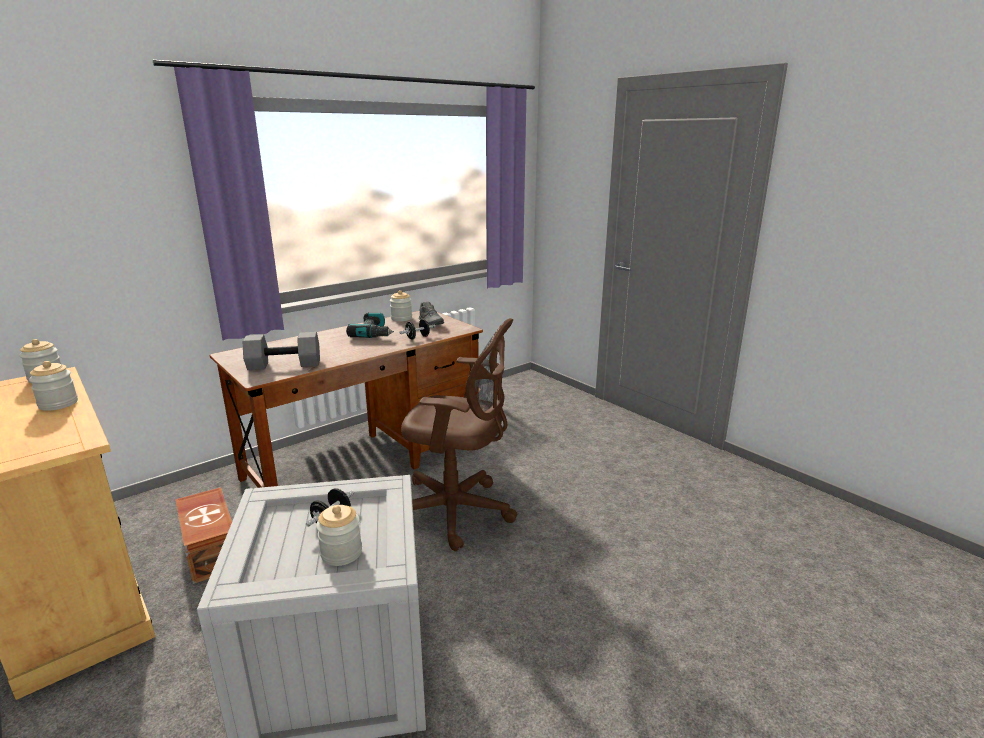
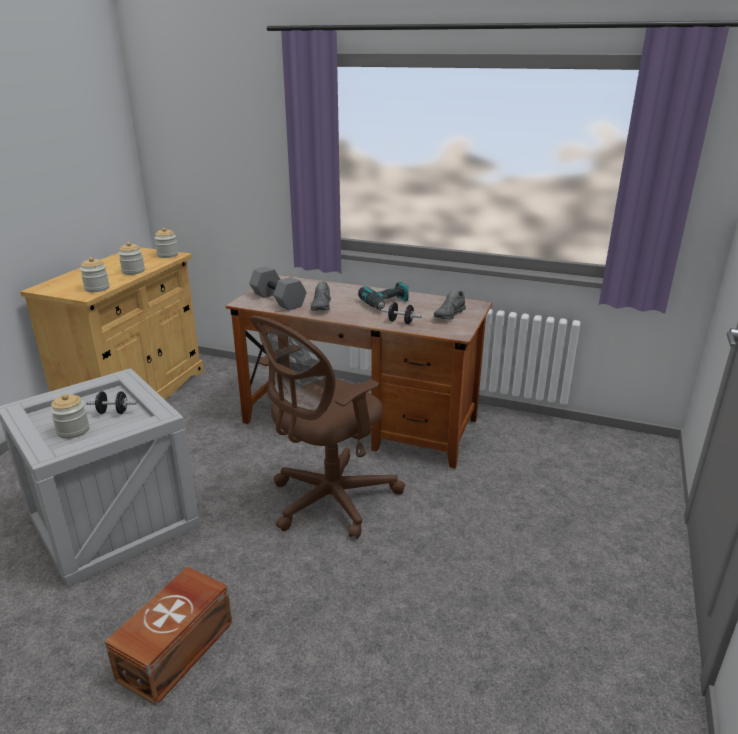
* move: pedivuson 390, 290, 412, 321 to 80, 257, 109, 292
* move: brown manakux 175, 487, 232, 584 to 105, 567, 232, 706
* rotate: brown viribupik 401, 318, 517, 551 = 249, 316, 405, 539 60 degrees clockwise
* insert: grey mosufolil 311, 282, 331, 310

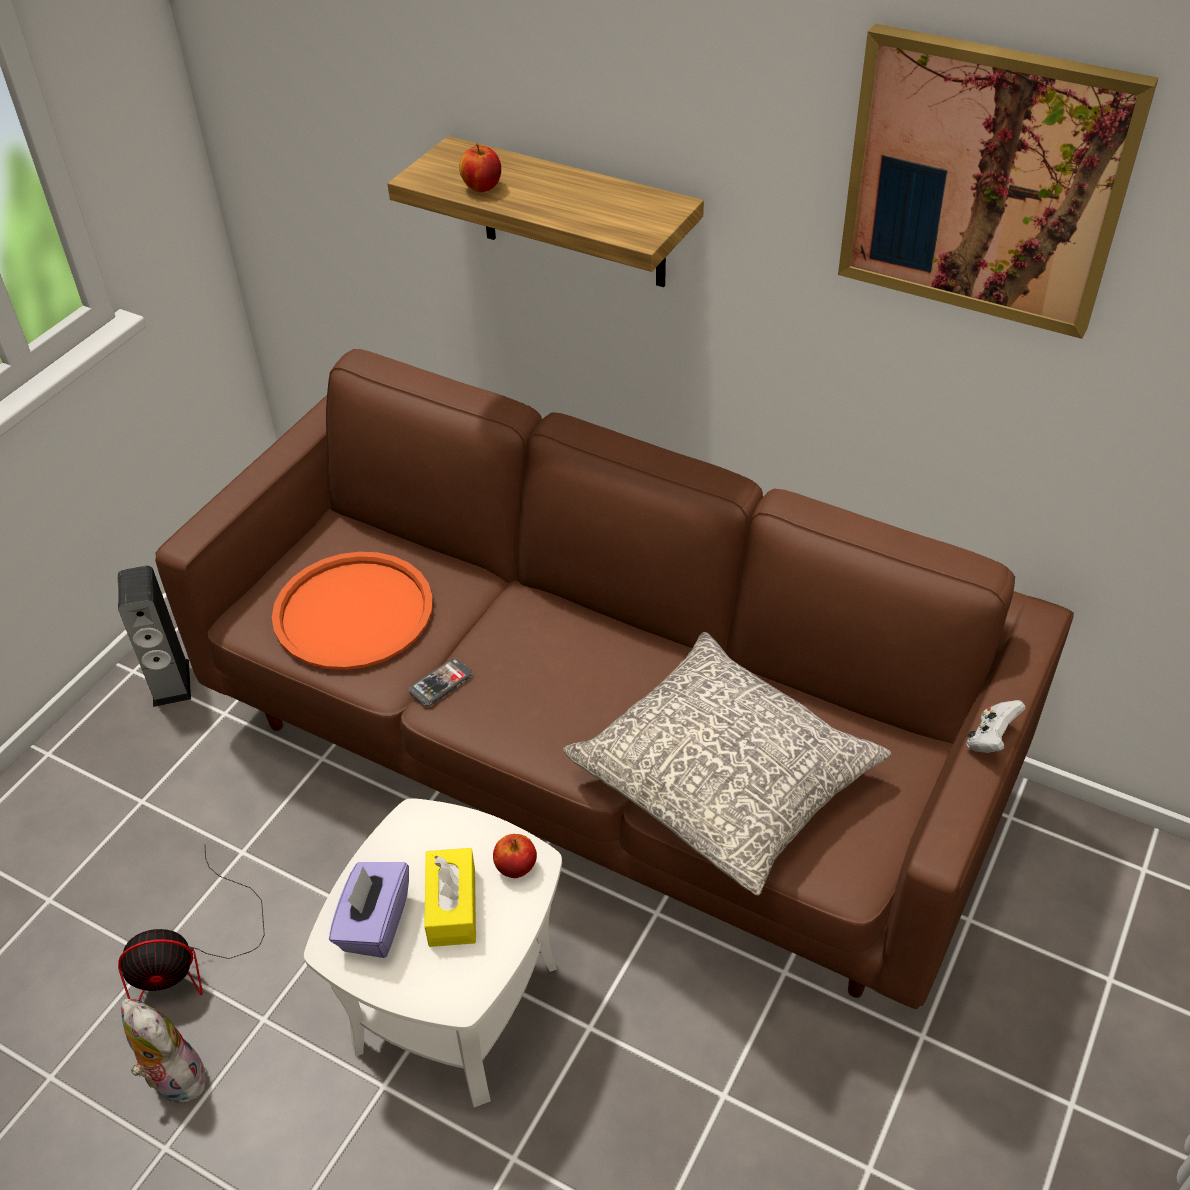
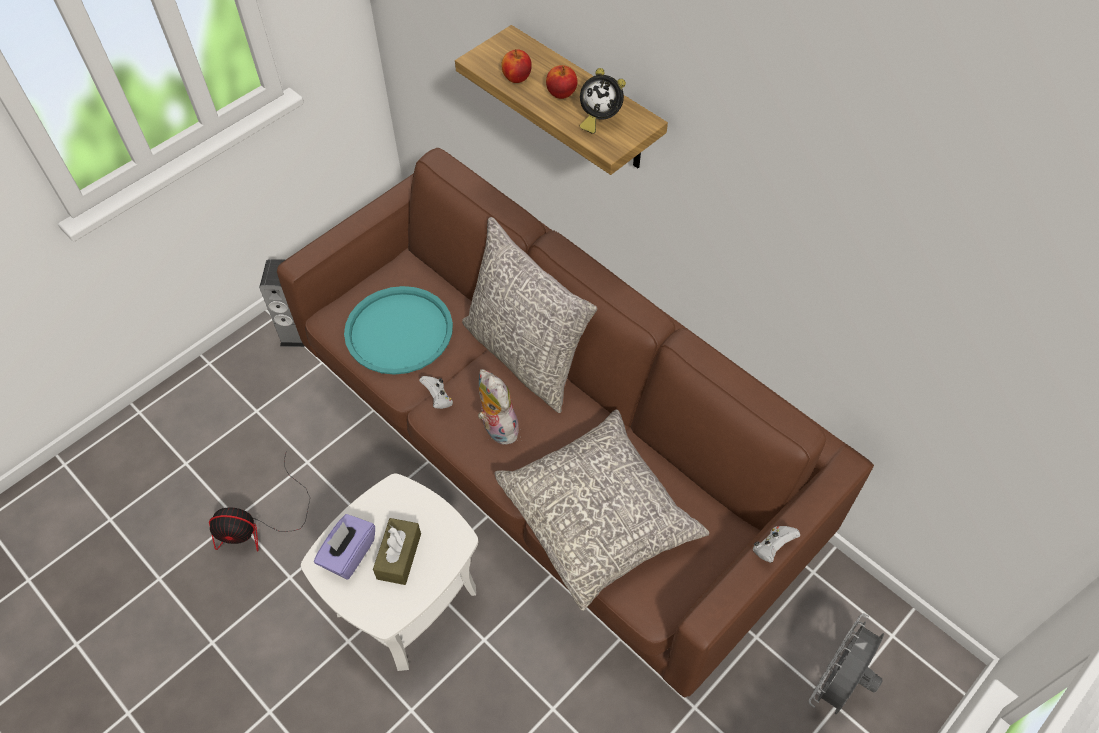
* recolor: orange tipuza 272, 552, 433, 670 to turquoise tipuza 344, 286, 453, 375
* recolor: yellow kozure 424, 848, 476, 947 to brown kozure 373, 518, 421, 585
* replace: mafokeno 409, 658, 472, 706 to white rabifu 419, 376, 453, 409
* insert: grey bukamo 462, 217, 597, 413
* move: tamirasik 121, 999, 206, 1104 to 478, 369, 519, 445
* move: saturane 493, 834, 537, 878 to 546, 65, 578, 99
* insert: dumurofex 579, 68, 626, 134
* insert: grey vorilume 809, 614, 884, 715
* delete: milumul 838, 24, 1159, 339

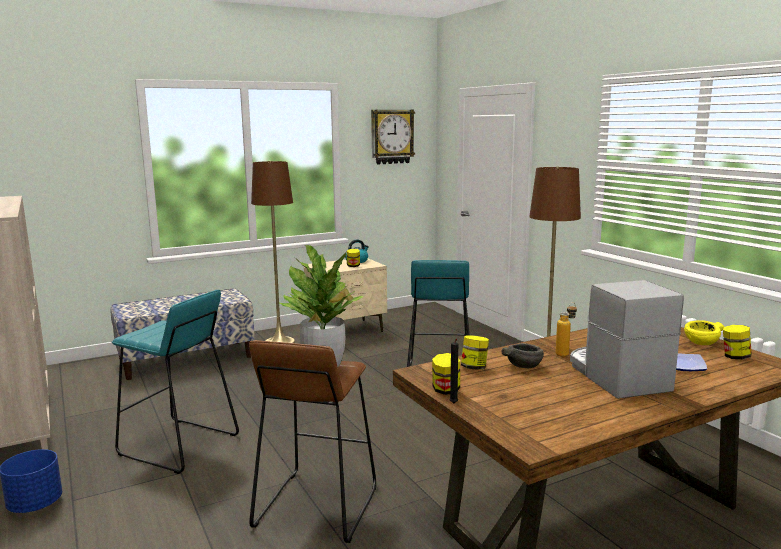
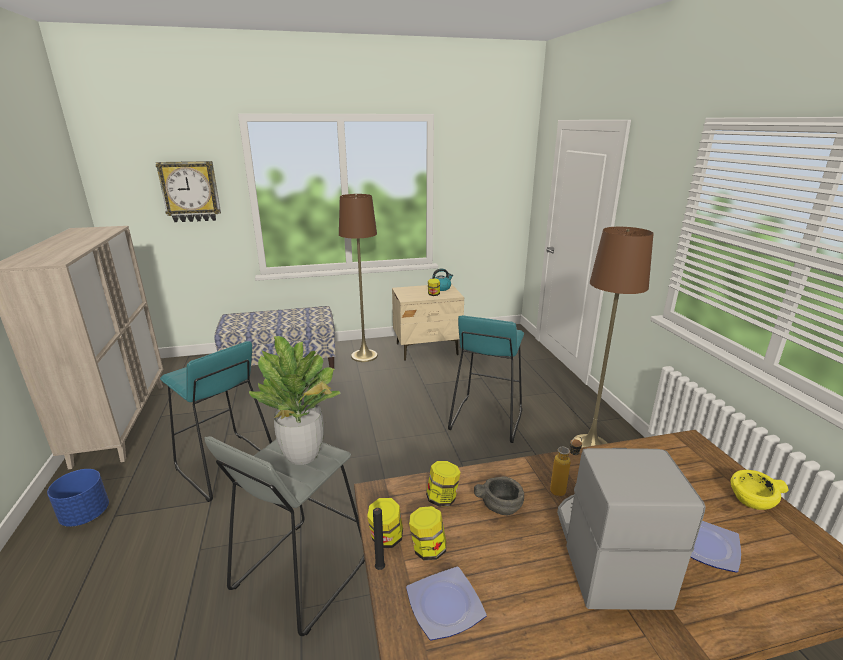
* move: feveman 371, 110, 415, 164 to 156, 161, 221, 222
* recolor: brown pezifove 249, 340, 376, 543 to grey pezifove 204, 436, 365, 636
* insert: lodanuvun 406, 567, 487, 640
* move: pedivuson 723, 325, 752, 359 to 409, 506, 446, 560

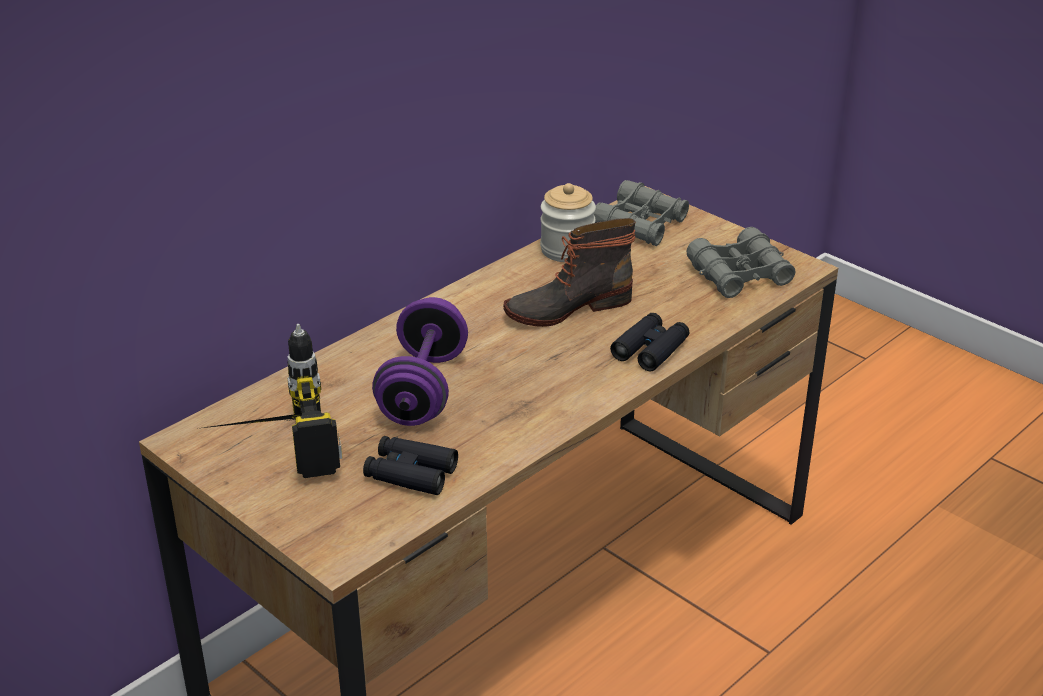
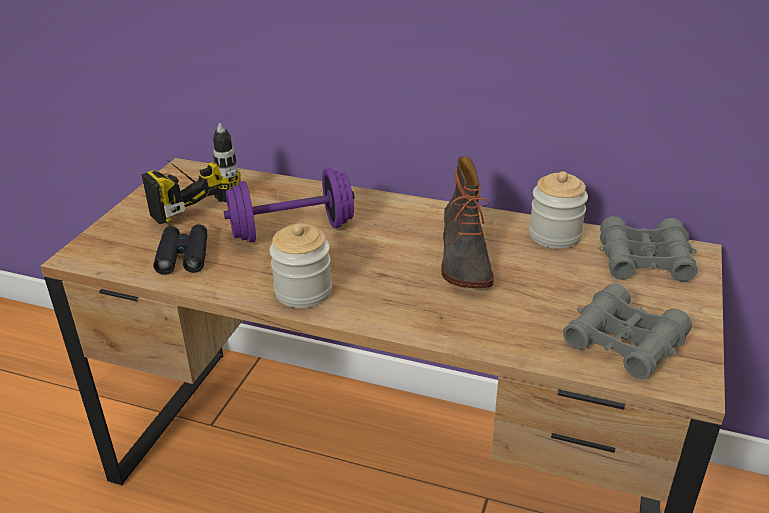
* insert: pedivuson 269, 224, 332, 308
* rotate: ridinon 503, 218, 636, 327 = 441, 156, 494, 288 135 degrees counterclockwise
* delete: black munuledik 610, 313, 689, 372

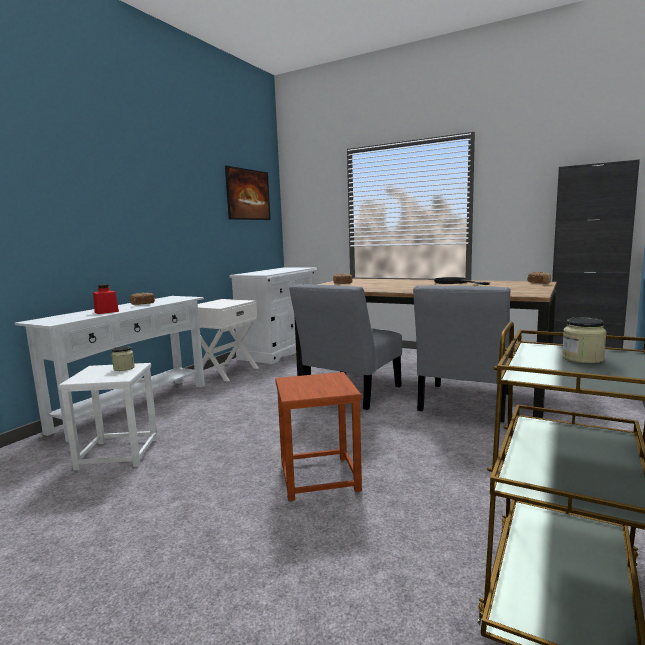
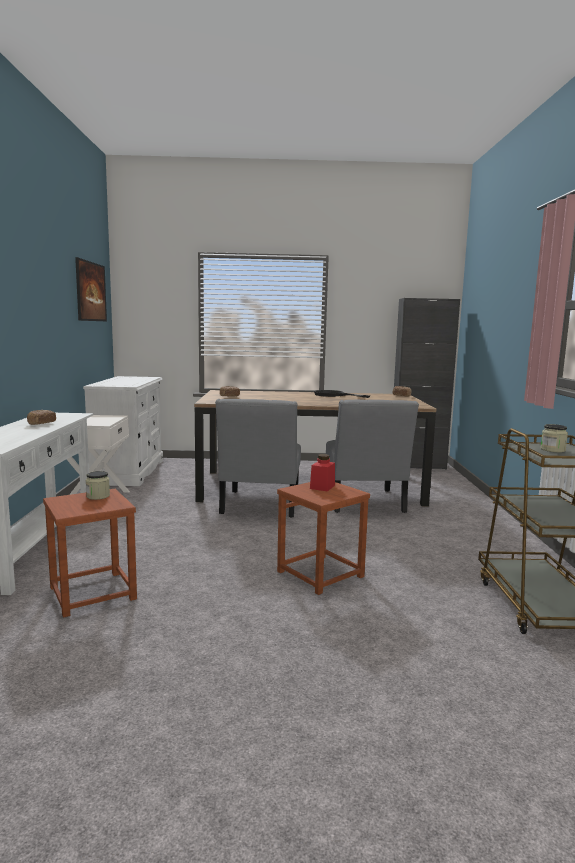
* recolor: white pezifove 59, 363, 158, 470 to brown pezifove 43, 489, 137, 618
* move: red pedivuson 93, 284, 119, 314 to 310, 454, 335, 491

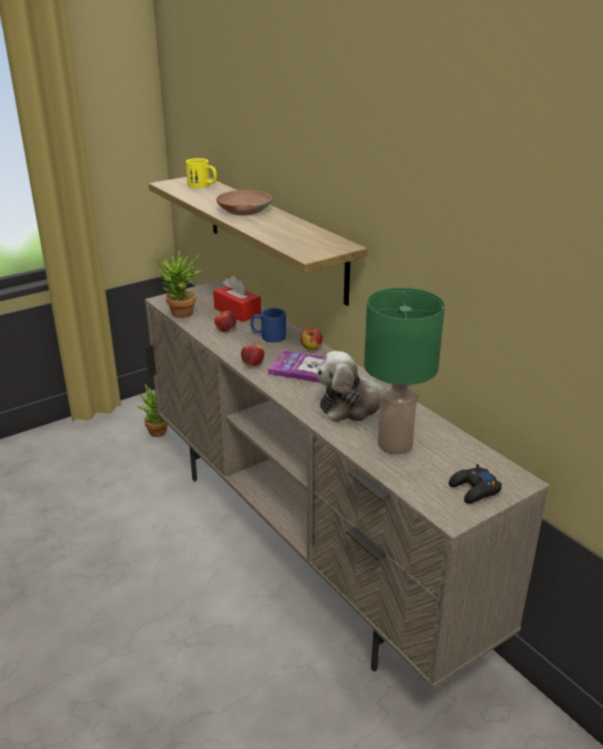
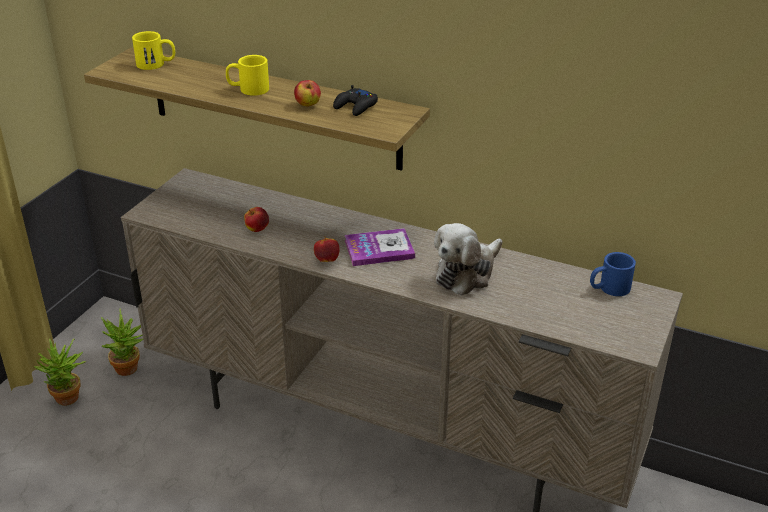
* move: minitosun 157, 250, 202, 318 to 34, 338, 86, 406
* replace: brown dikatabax 216, 190, 272, 215 to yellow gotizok 226, 55, 269, 96
* move: saturane 300, 328, 323, 350 to 294, 80, 321, 107
* move: black rabifu 449, 464, 502, 503 to 333, 85, 378, 116
* move: blue gotizok 250, 308, 286, 342 to 590, 252, 636, 296
* delete: red kozure 213, 276, 261, 322
* delete: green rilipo 364, 287, 445, 454

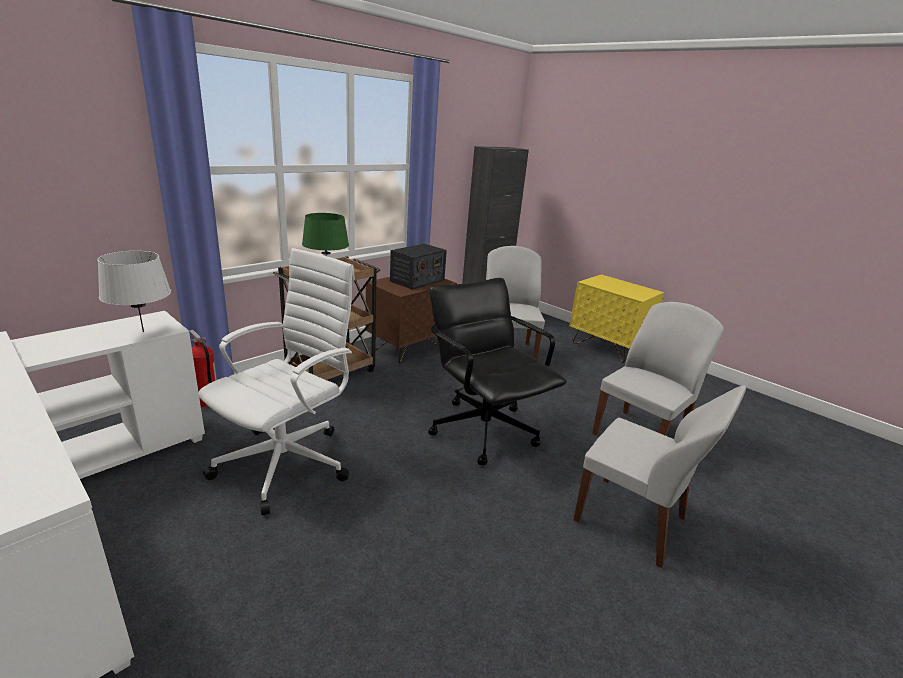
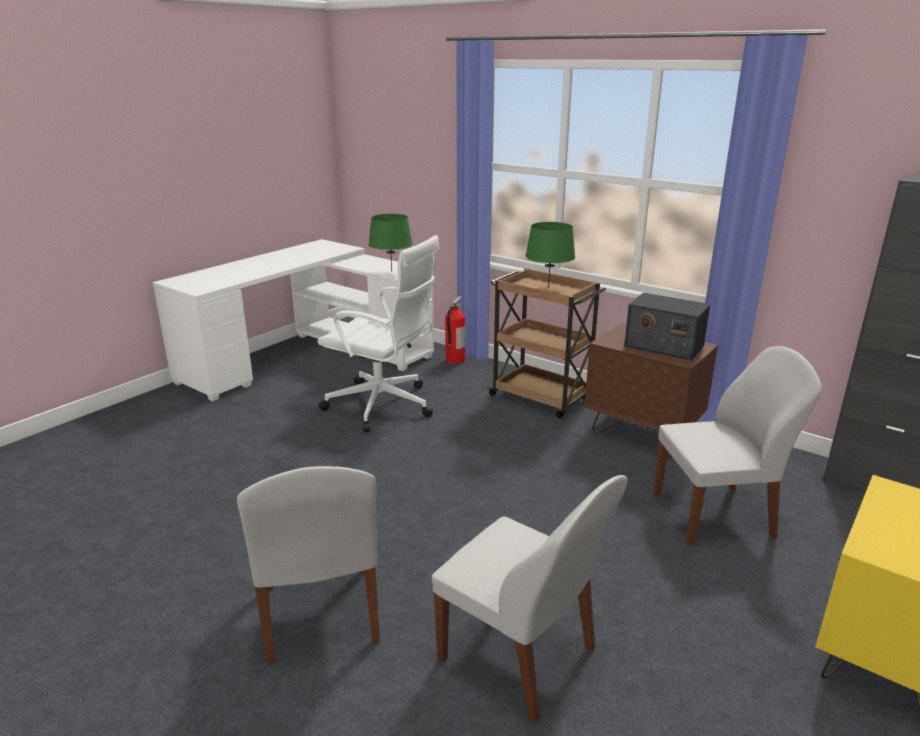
* rotate: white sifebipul 573, 385, 746, 568 = 237, 466, 380, 665 45 degrees counterclockwise
* recolor: white rilipo 97, 251, 171, 332 to green rilipo 369, 214, 413, 272
* delete: black viribupik 428, 278, 567, 465

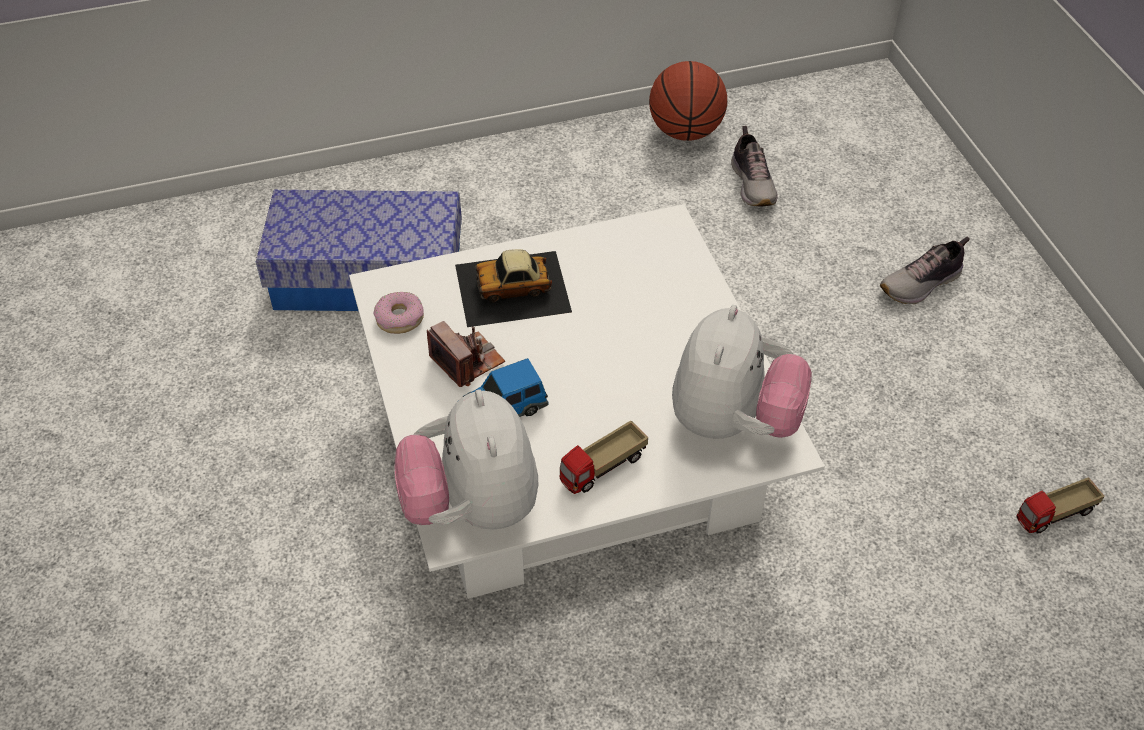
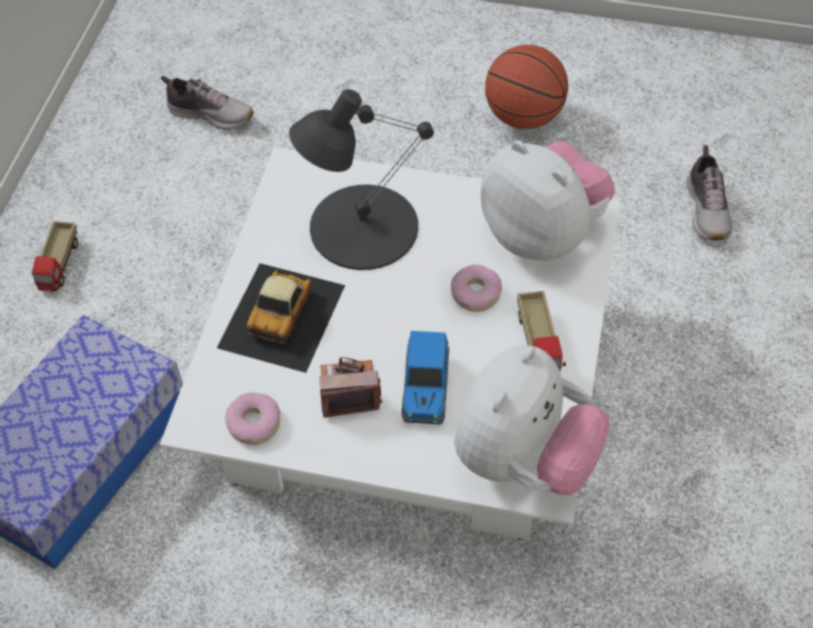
* move: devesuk 1016, 477, 1104, 534 to 32, 221, 78, 292
* insert: black rilipo 289, 89, 434, 270
* insert: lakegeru 451, 265, 502, 312
* rotate: tamirasik 394, 389, 538, 530 = 454, 345, 610, 495 75 degrees counterclockwise
* move: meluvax 649, 61, 727, 141 to 485, 45, 568, 129
* move: mosufolil 880, 237, 970, 304 to 686, 145, 732, 240

